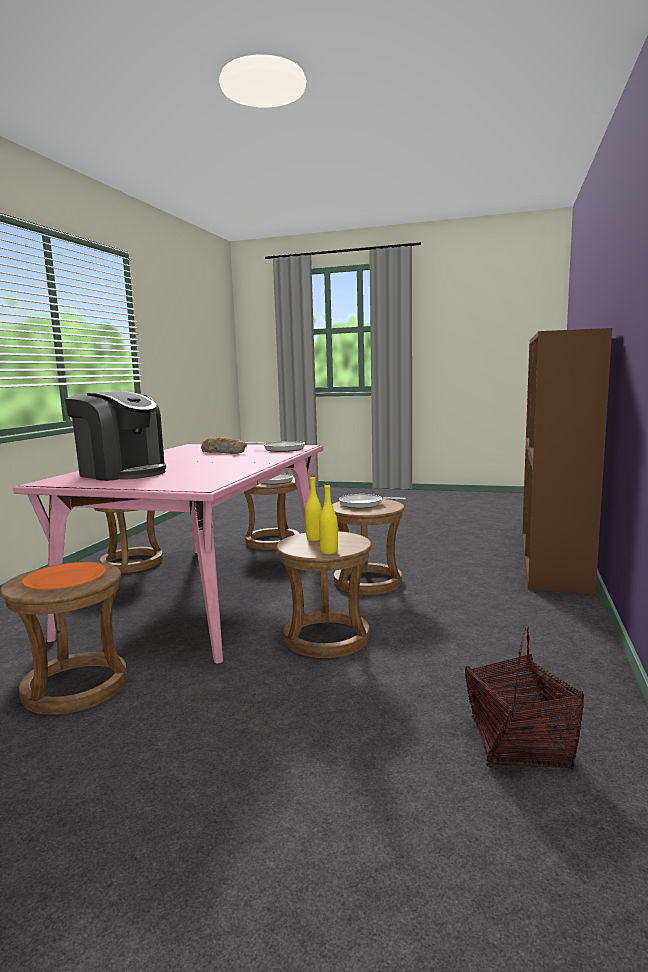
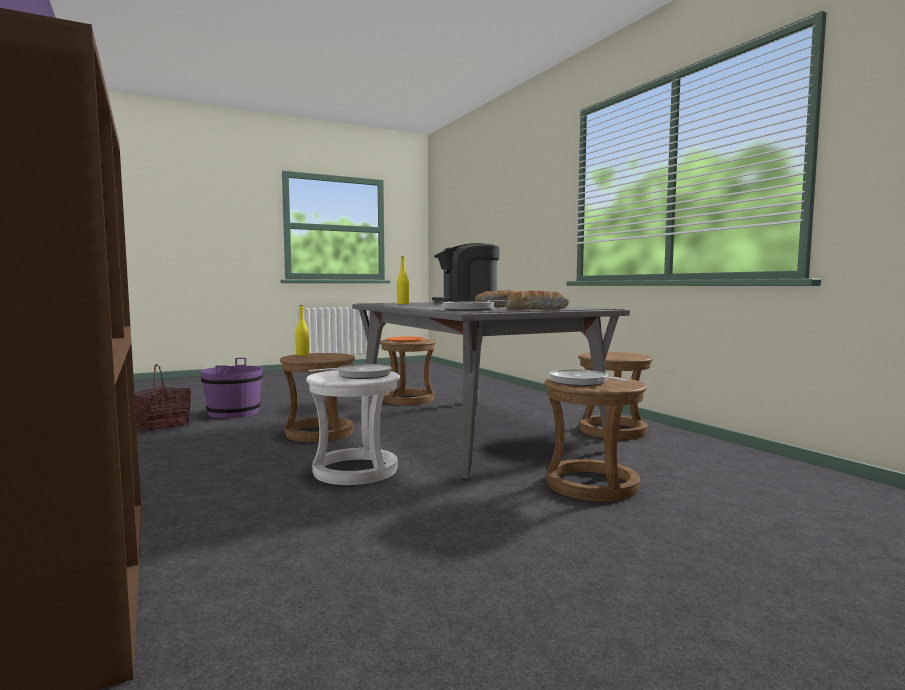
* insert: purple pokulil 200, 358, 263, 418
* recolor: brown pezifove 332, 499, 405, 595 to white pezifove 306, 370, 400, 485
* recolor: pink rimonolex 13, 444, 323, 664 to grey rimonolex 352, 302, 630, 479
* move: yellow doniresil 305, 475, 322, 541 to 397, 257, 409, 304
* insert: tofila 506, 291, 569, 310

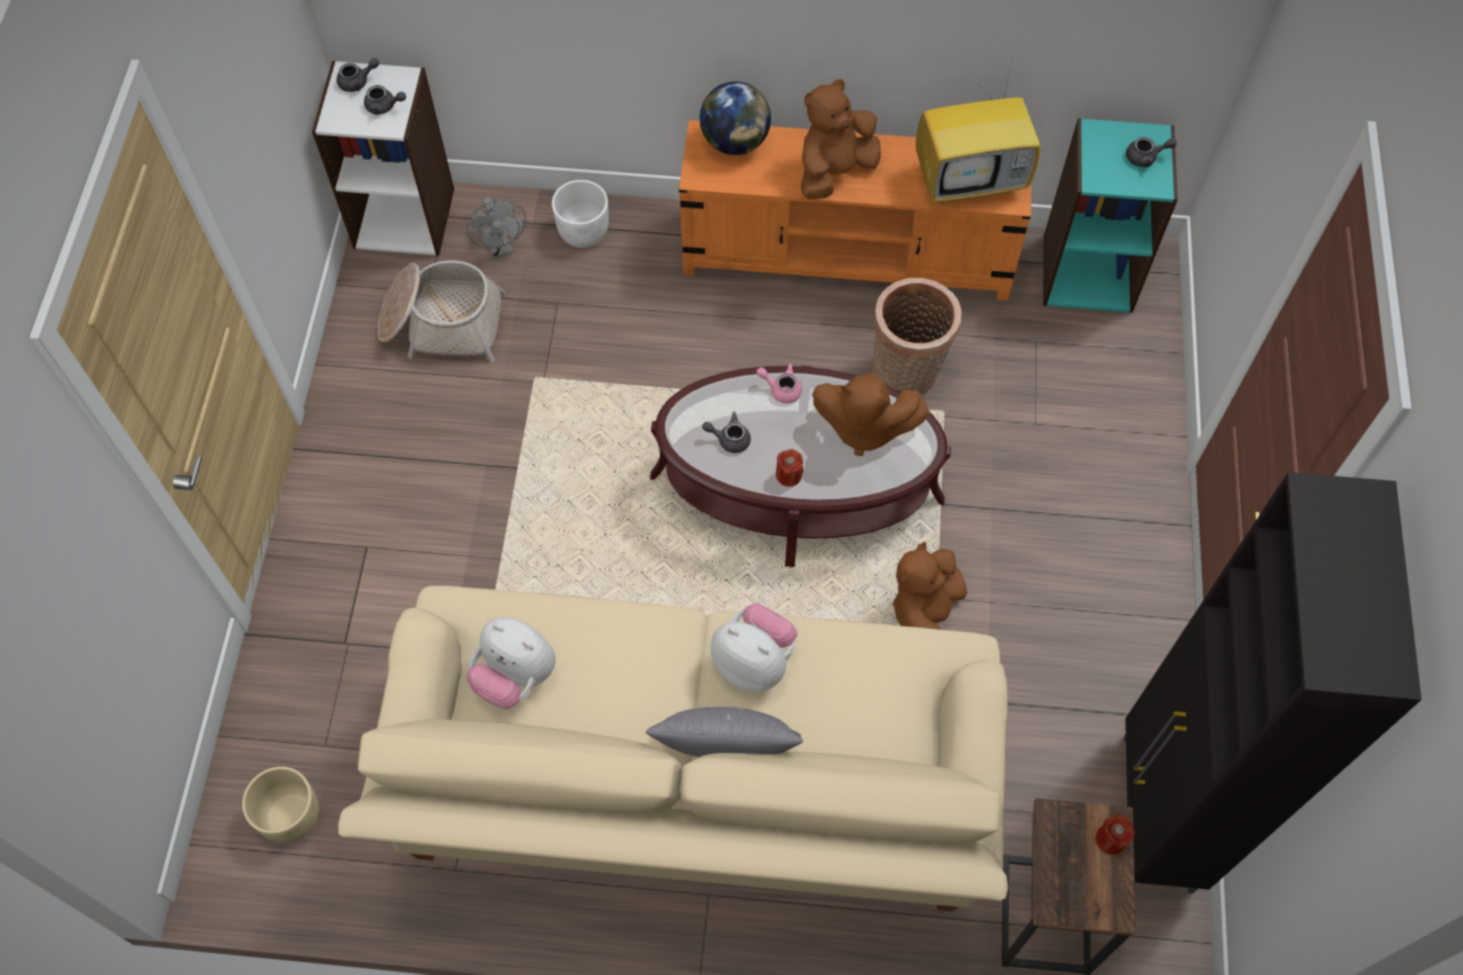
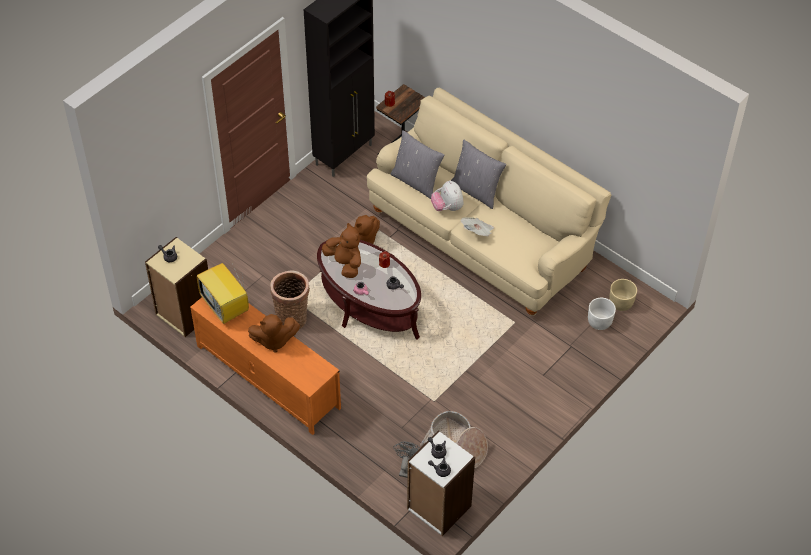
* recolor: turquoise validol 1043, 118, 1178, 313 to beige validol 145, 237, 208, 337
* rotate: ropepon 916, 55, 1041, 203 = 197, 263, 249, 324 150 degrees counterclockwise
* insert: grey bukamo 391, 130, 444, 199
* insert: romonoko 460, 217, 494, 236
* move: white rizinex 552, 180, 609, 248 to 588, 298, 616, 330
* delete: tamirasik 467, 617, 556, 709
* delete: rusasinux 700, 82, 771, 155

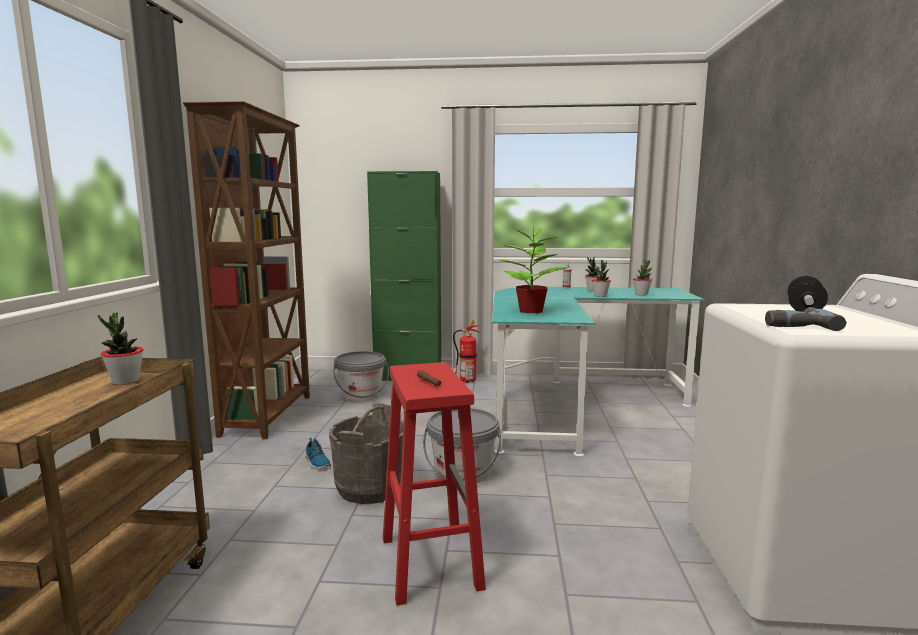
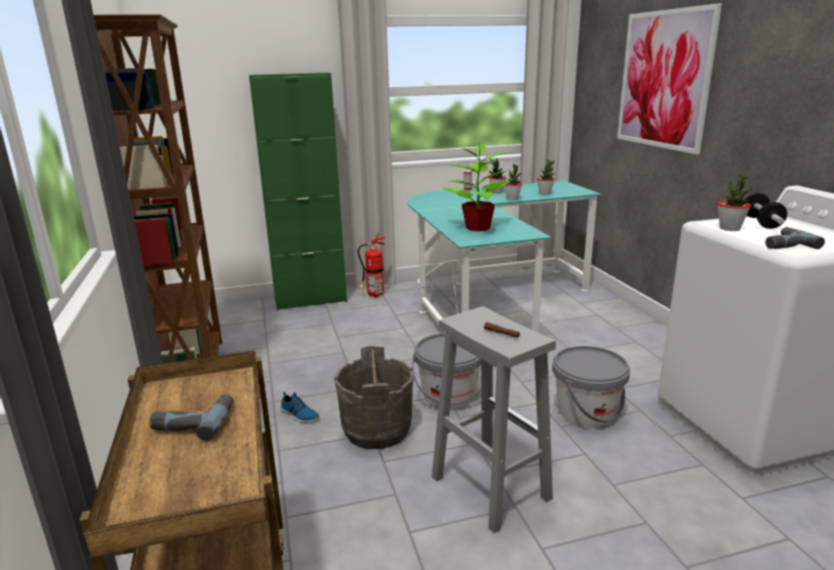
* insert: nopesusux 149, 394, 234, 441
* recolor: red pezifove 383, 362, 486, 606 to grey pezifove 432, 306, 556, 533
* move: grey pokulil 334, 351, 389, 401 to 552, 346, 630, 428
* insert: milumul 617, 3, 722, 154
* move: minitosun 98, 313, 143, 385 to 718, 172, 752, 231

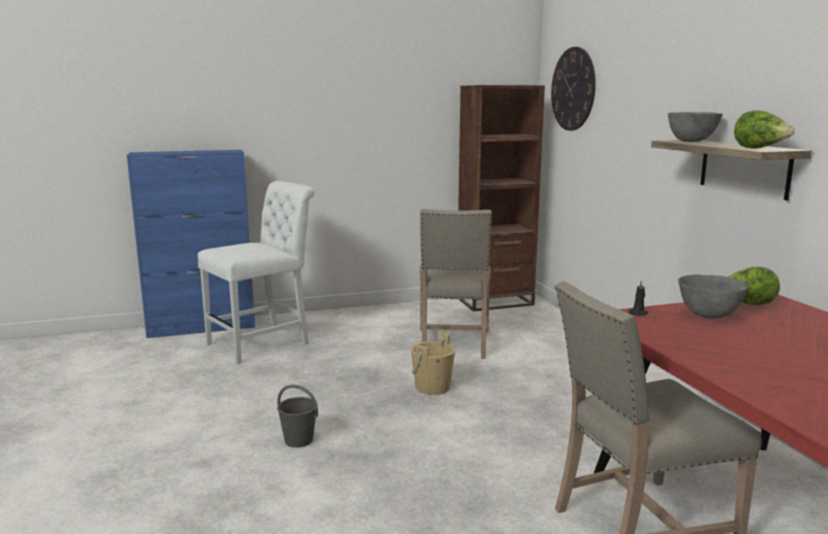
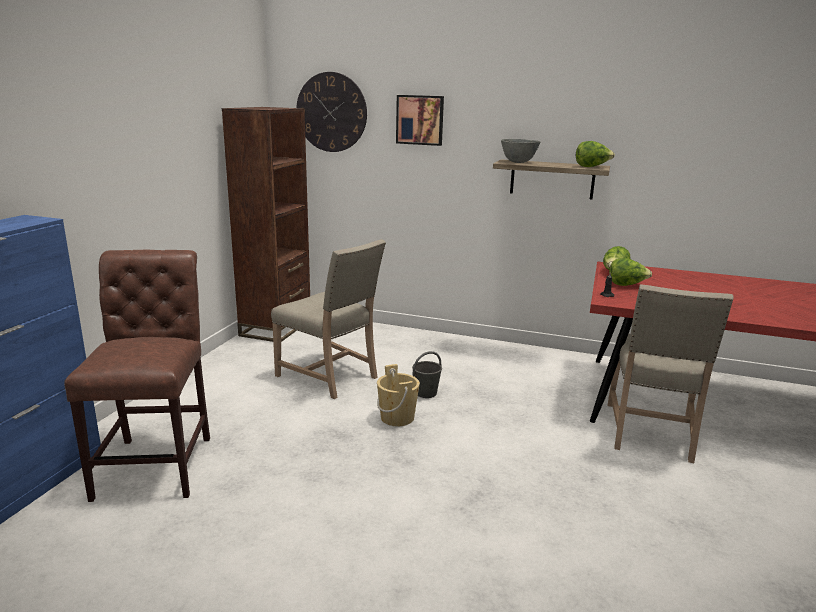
* recolor: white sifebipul 198, 181, 315, 364 to brown sifebipul 64, 250, 210, 502
* insert: milumul 396, 95, 444, 146
* move: grey pokulil 277, 385, 318, 448 to 412, 351, 442, 398
* replace: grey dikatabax 678, 274, 749, 319 to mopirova 609, 258, 652, 286

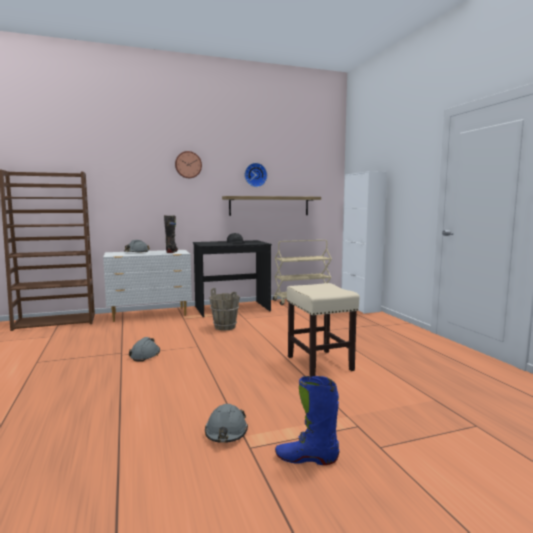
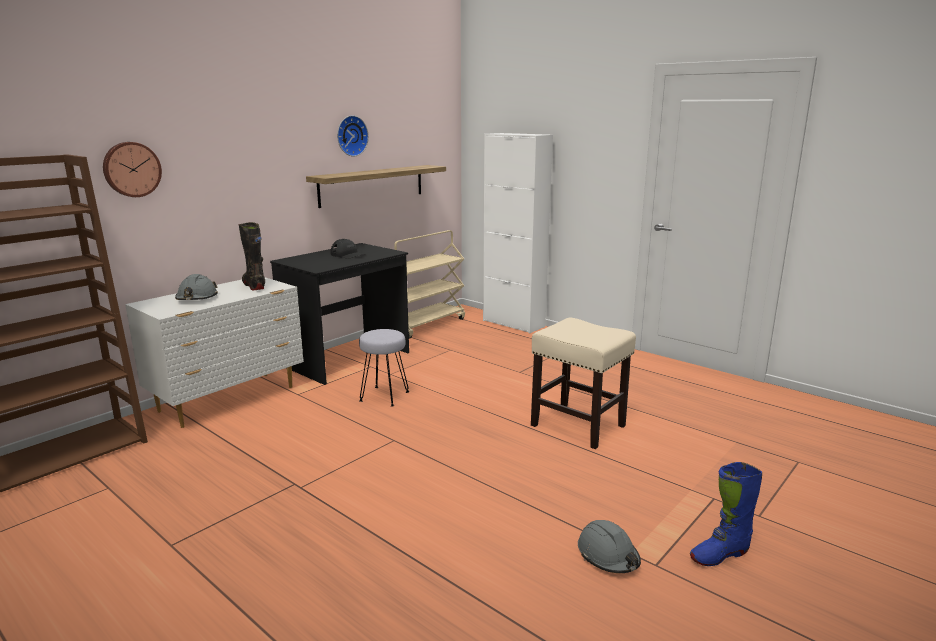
* move: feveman 175, 151, 202, 178 to 103, 142, 162, 197
* replace: brown pokulil 209, 288, 240, 331 to grey pezifove 359, 329, 409, 407
* delete: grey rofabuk 129, 337, 160, 362

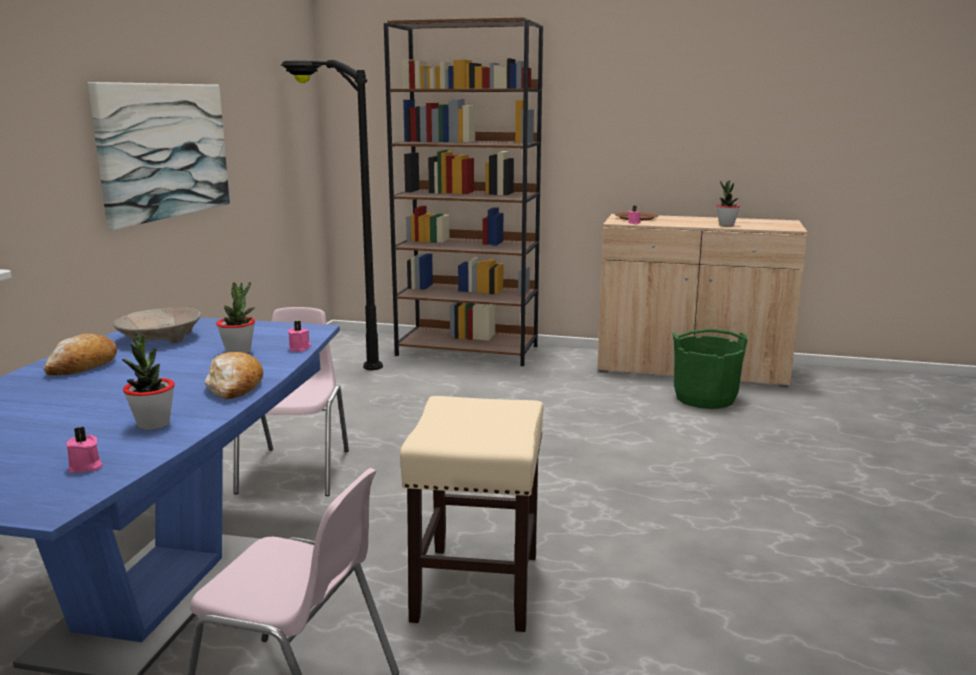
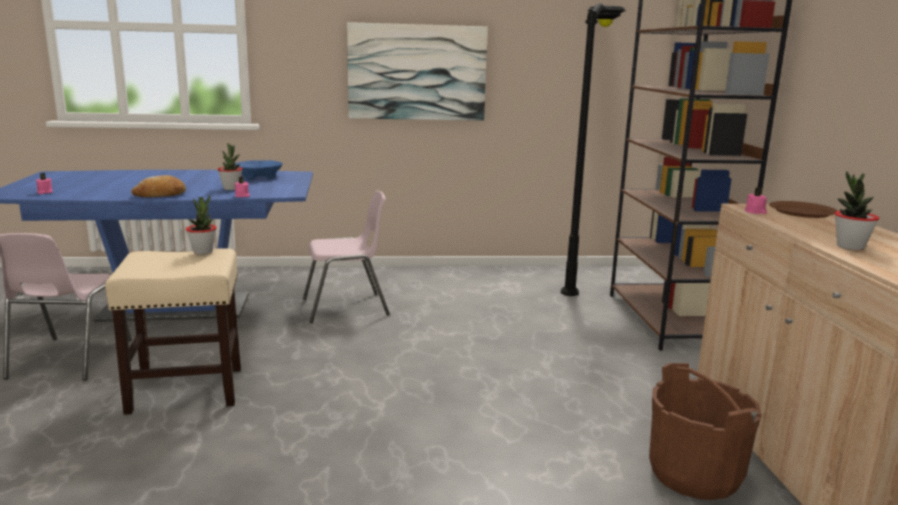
* move: minitosun 122, 331, 175, 430 to 186, 195, 217, 254
* recolor: beige dikatabax 113, 307, 201, 343 to blue dikatabax 235, 160, 283, 180
* recolor: green pokulil 672, 329, 748, 409 to brown pokulil 649, 363, 762, 500
* delete: tofila 44, 333, 117, 375

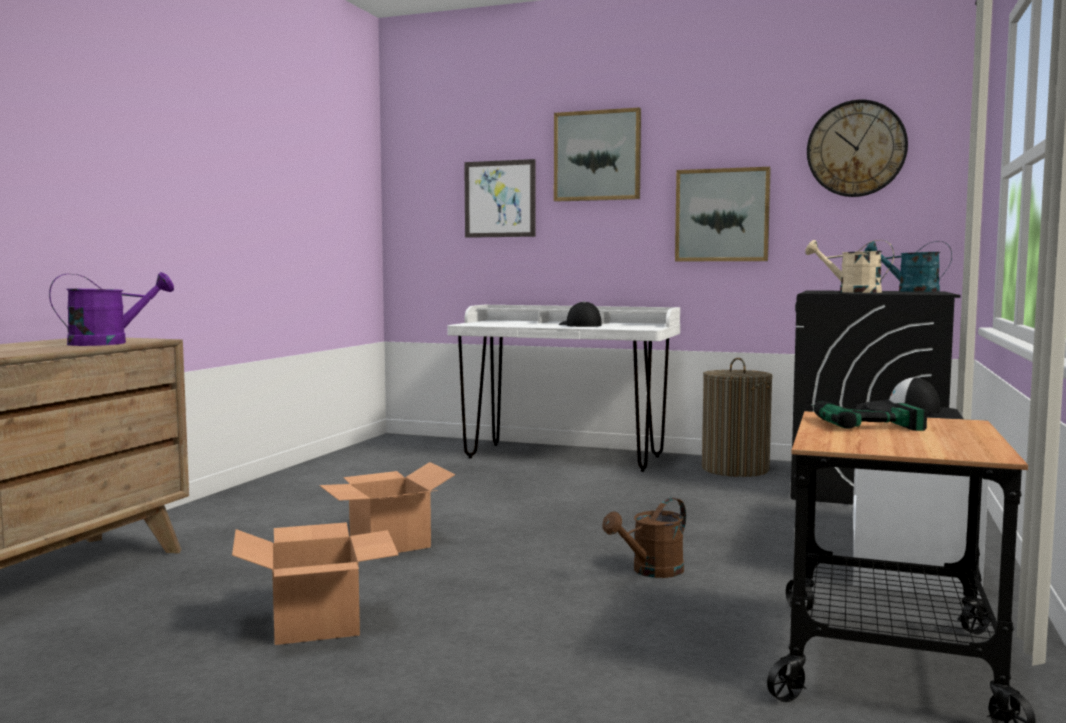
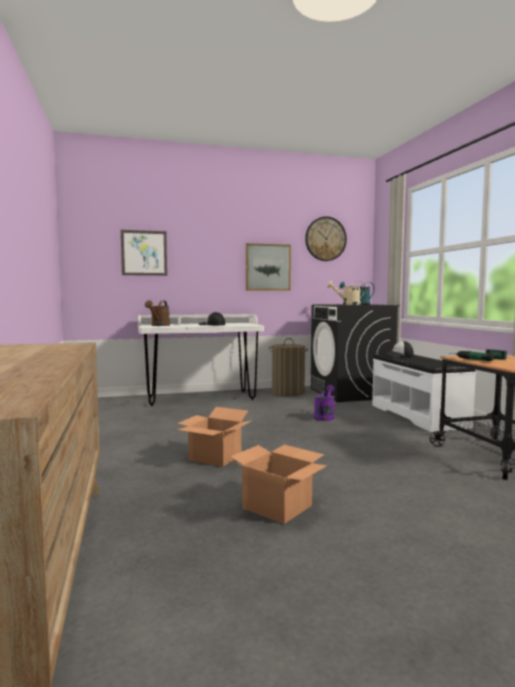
* move: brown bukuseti 603, 498, 686, 578 to 145, 300, 170, 326
* move: purple bukuseti 49, 272, 174, 346 to 314, 385, 335, 421
* delete: milumul 554, 107, 641, 202

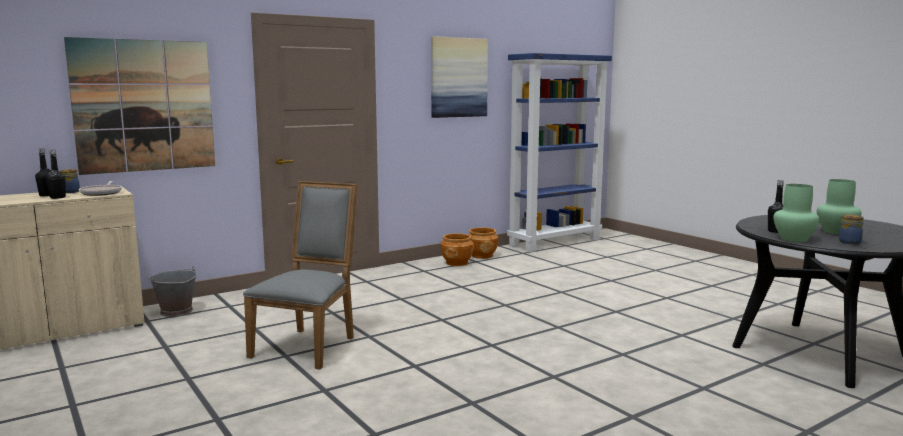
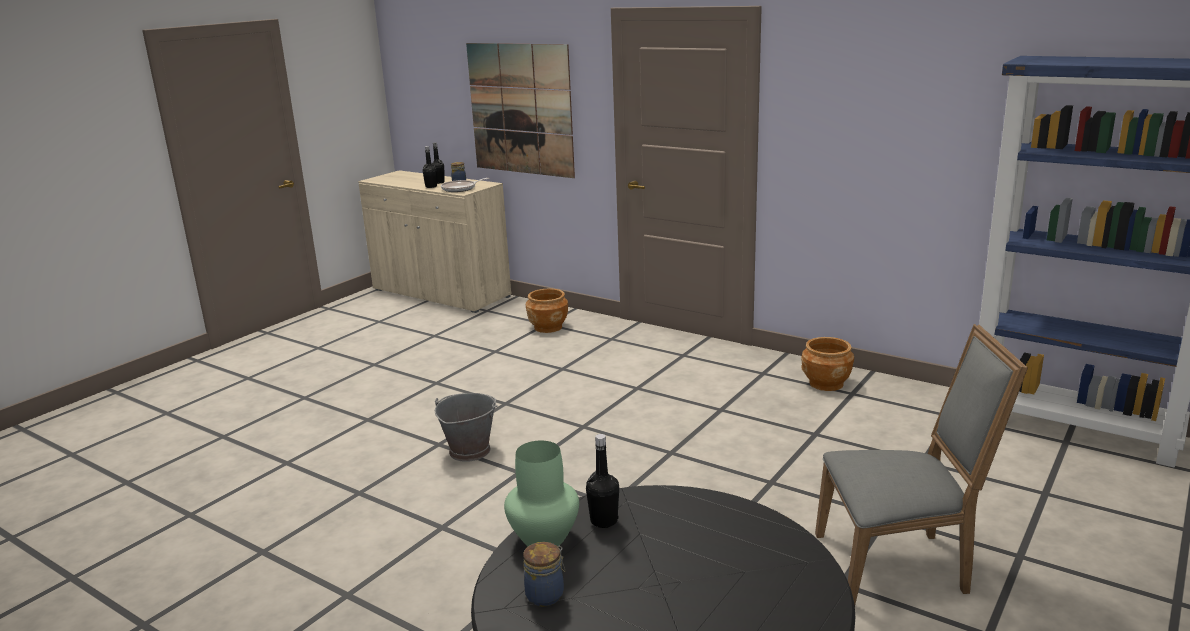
* move: grey pokulil 148, 267, 197, 317 to 435, 393, 498, 462
* move: brown rizinex 468, 228, 498, 259 to 526, 288, 568, 333
* move: grey sifebipul 243, 181, 357, 369 to 815, 324, 1028, 604
* delete: milumul 431, 36, 488, 118
* delete: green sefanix 817, 179, 862, 234

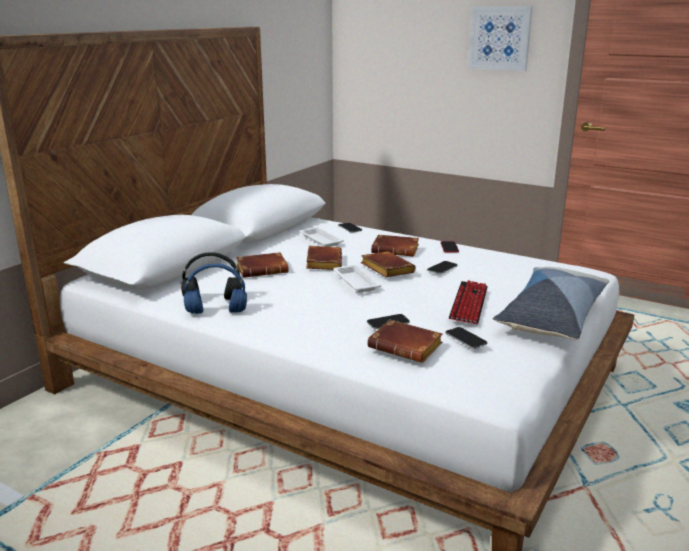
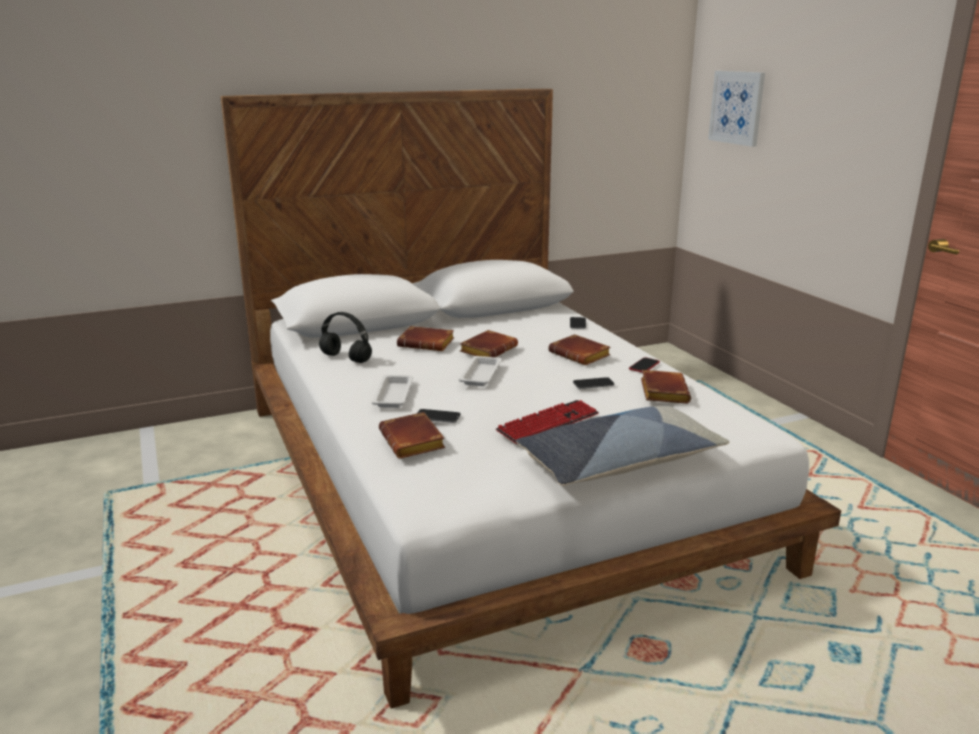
* move: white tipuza 299, 227, 344, 247 to 372, 375, 413, 408
* move: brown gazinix 361, 252, 416, 277 to 641, 370, 691, 404
* move: milumul 468, 6, 533, 71 to 708, 71, 765, 147
* delete: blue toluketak 184, 264, 247, 314
* delete: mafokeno 445, 327, 487, 349

